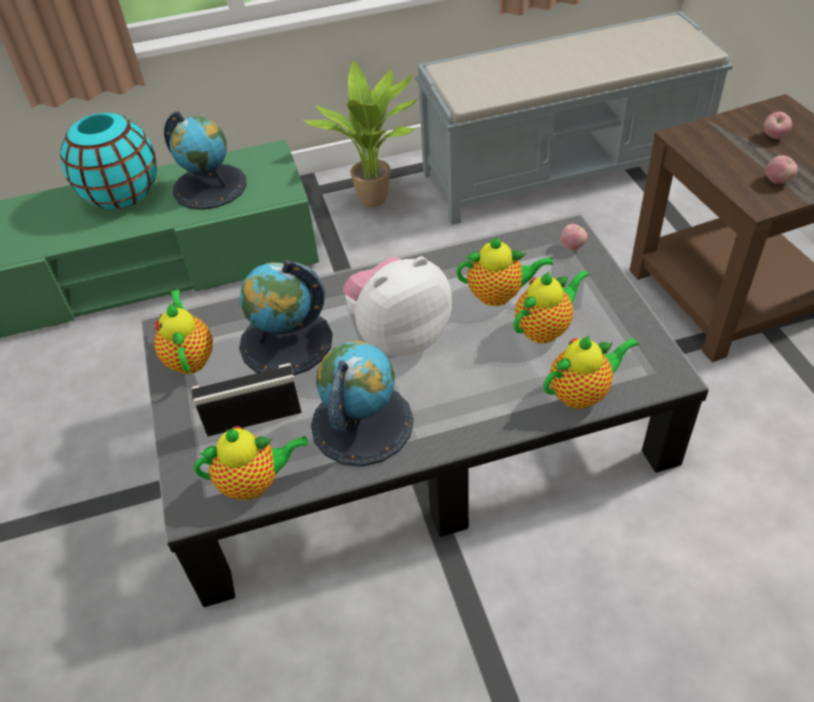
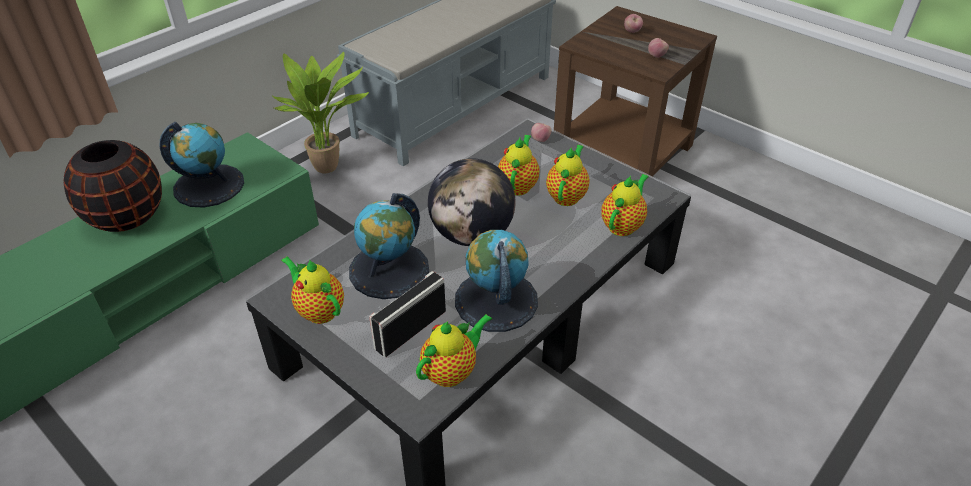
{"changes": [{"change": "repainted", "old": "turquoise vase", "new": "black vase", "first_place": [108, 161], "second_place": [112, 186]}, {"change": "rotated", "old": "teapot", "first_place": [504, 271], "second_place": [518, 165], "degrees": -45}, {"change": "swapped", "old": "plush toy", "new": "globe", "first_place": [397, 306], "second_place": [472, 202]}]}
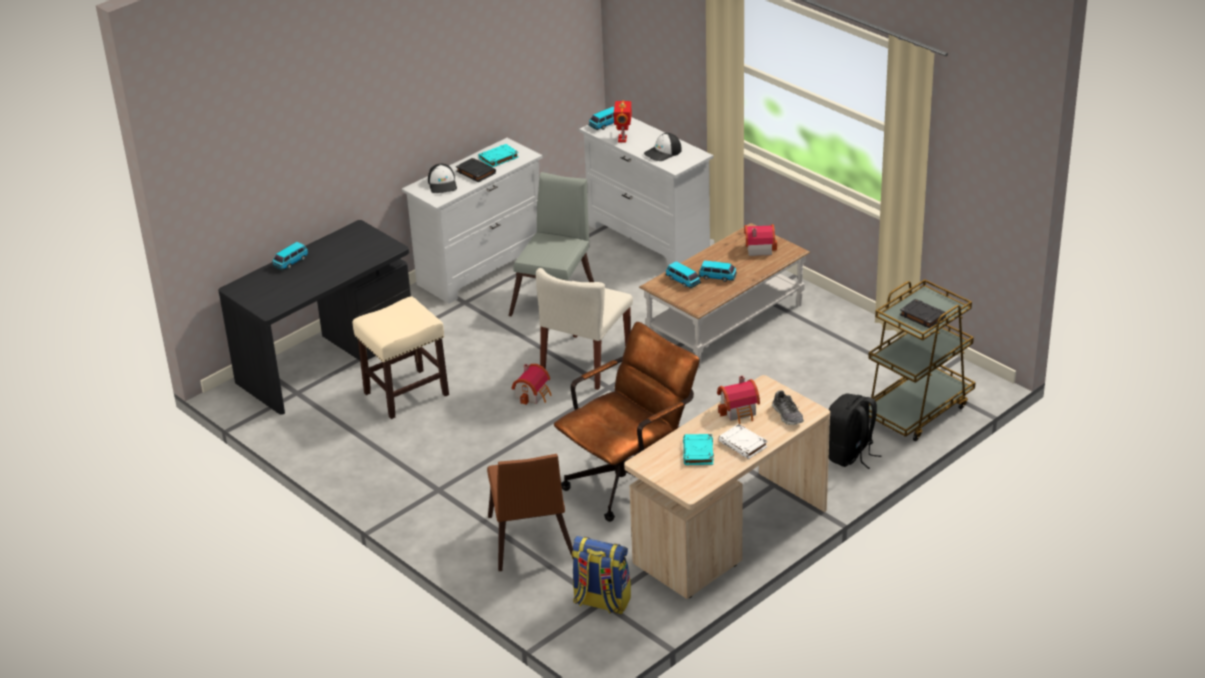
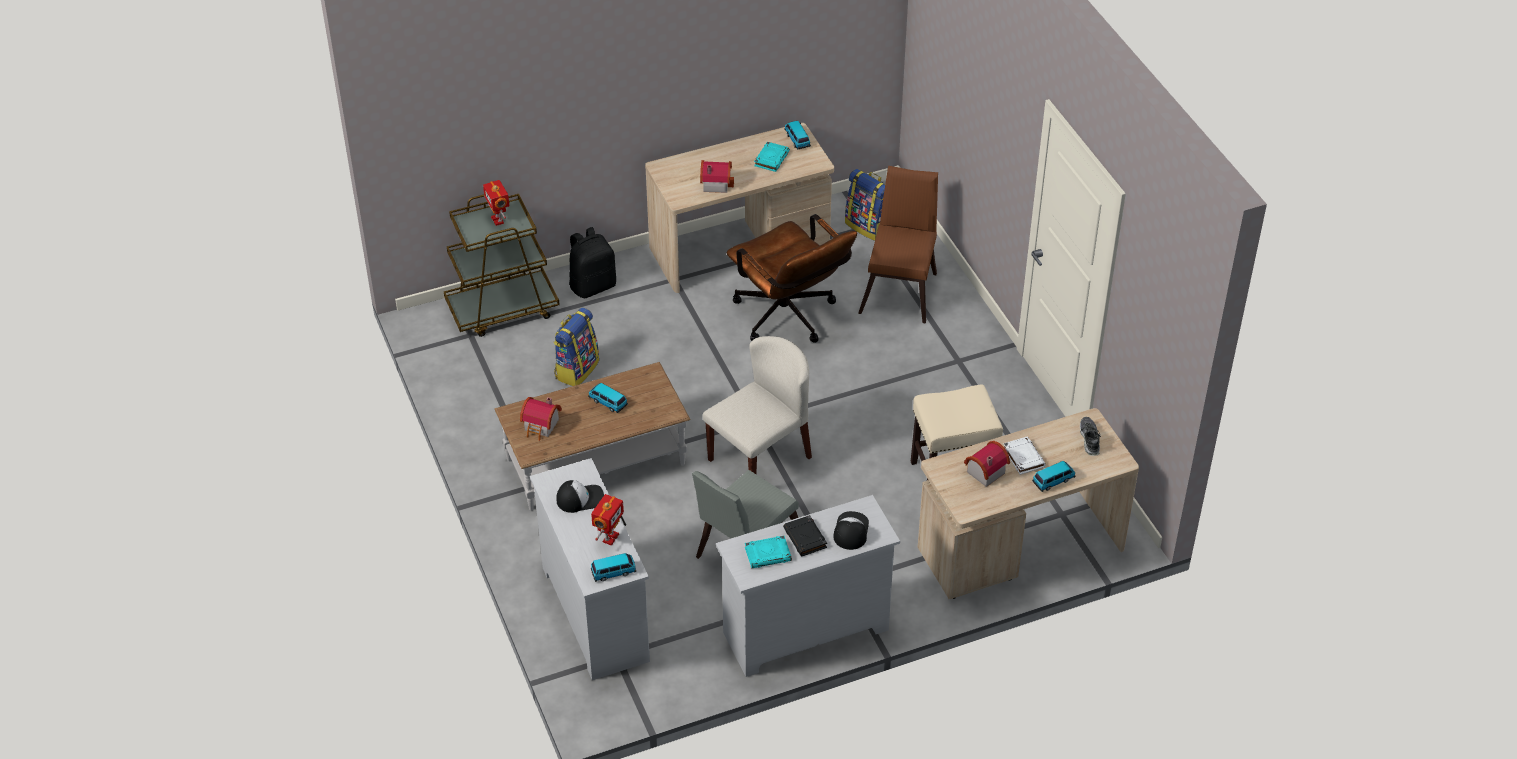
{"changes": [{"change": "repainted", "old": "black desk", "new": "beige desk", "first_place": [314, 317], "second_place": [1028, 503]}, {"change": "shifted", "old": "toy car", "first_place": [683, 275], "second_place": [797, 135]}, {"change": "swapped", "old": "black book", "new": "toy robot", "first_place": [923, 313], "second_place": [496, 203]}, {"change": "rotated", "old": "brown office chair", "first_place": [627, 422], "second_place": [792, 278], "degrees": -105}, {"change": "shifted", "old": "toy house", "first_place": [532, 384], "second_place": [987, 464]}, {"change": "shifted", "old": "shoe", "first_place": [788, 407], "second_place": [1090, 436]}, {"change": "shifted", "old": "white book", "first_place": [743, 441], "second_place": [1024, 455]}, {"change": "new", "new": "backpack", "second_place": [576, 347]}]}
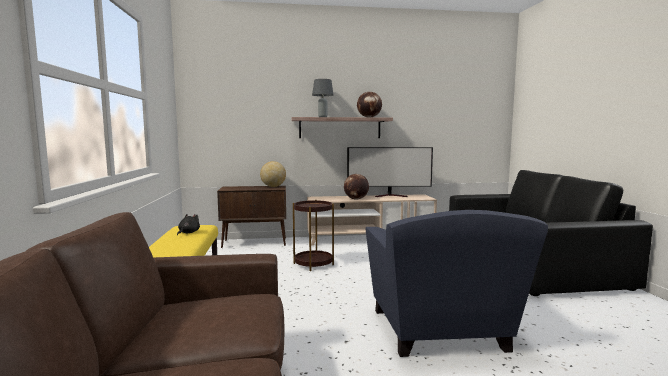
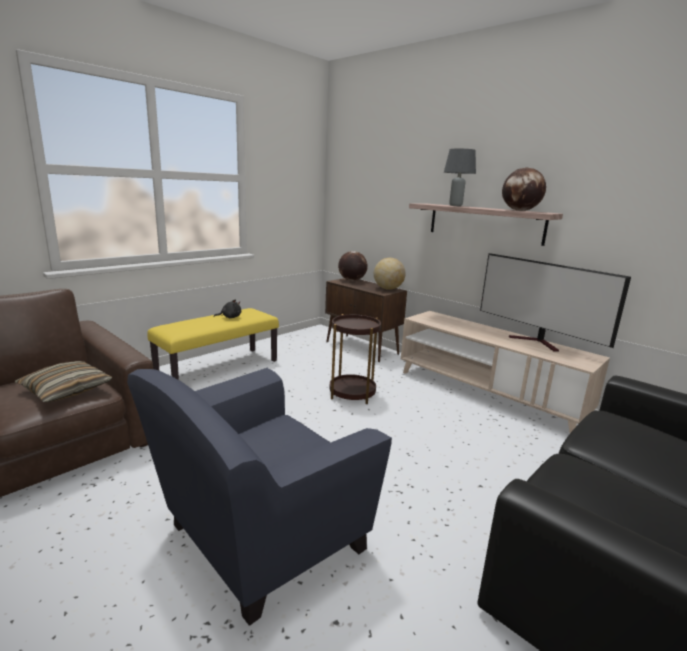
{"changes": [{"change": "shifted", "old": "globe", "first_place": [356, 187], "second_place": [353, 266]}, {"change": "new", "new": "pillow", "second_place": [63, 382]}]}
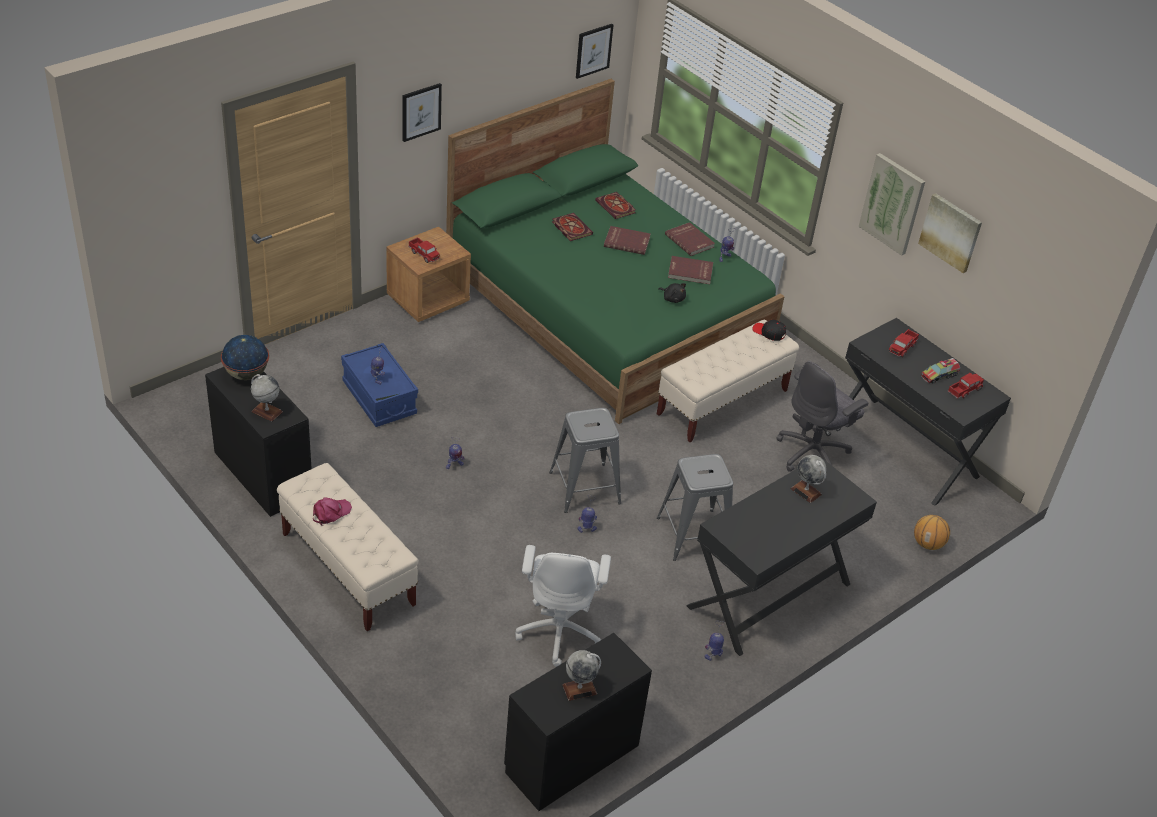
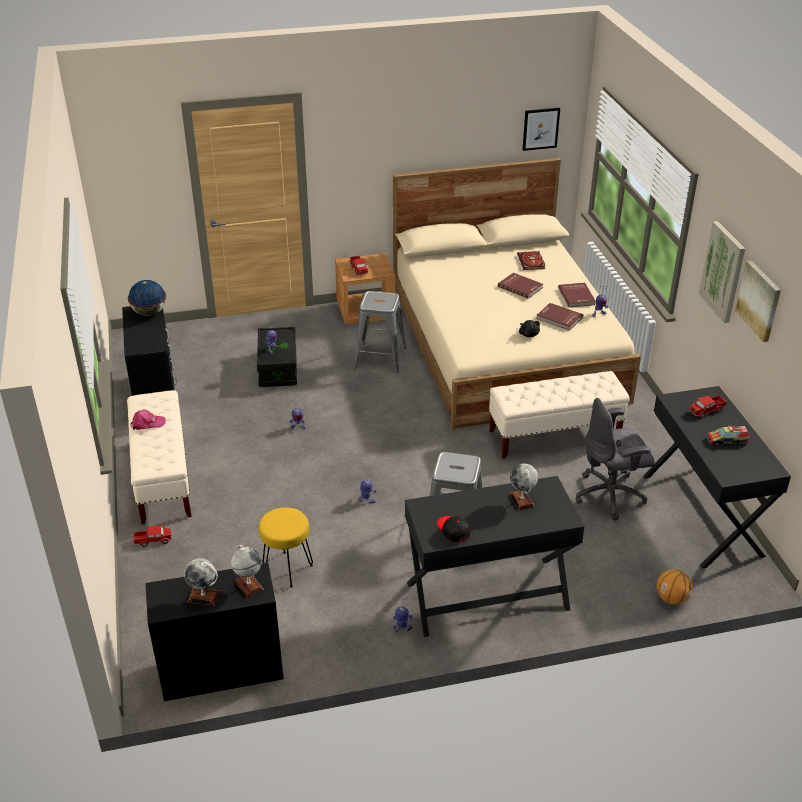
{"changes": [{"change": "repainted", "old": "green bed", "new": "beige bed", "first_place": [615, 251], "second_place": [517, 294]}, {"change": "gone", "old": "picture", "first_place": [422, 112]}, {"change": "gone", "old": "book", "first_place": [572, 227]}, {"change": "shifted", "old": "black cap", "first_place": [769, 330], "second_place": [453, 529]}, {"change": "repainted", "old": "blue storage box", "new": "black storage box", "first_place": [379, 385], "second_place": [277, 357]}, {"change": "shifted", "old": "toy truck", "first_place": [966, 386], "second_place": [152, 536]}, {"change": "shifted", "old": "globe", "first_place": [267, 398], "second_place": [247, 571]}, {"change": "shifted", "old": "grey stool", "first_place": [585, 460], "second_place": [380, 332]}, {"change": "swapped", "old": "white office chair", "new": "yellow stool", "first_place": [563, 606], "second_place": [286, 547]}]}
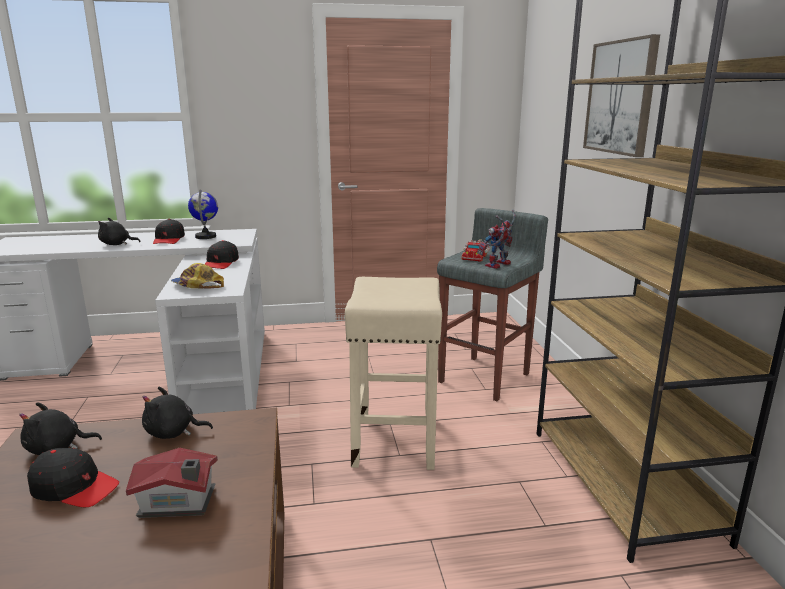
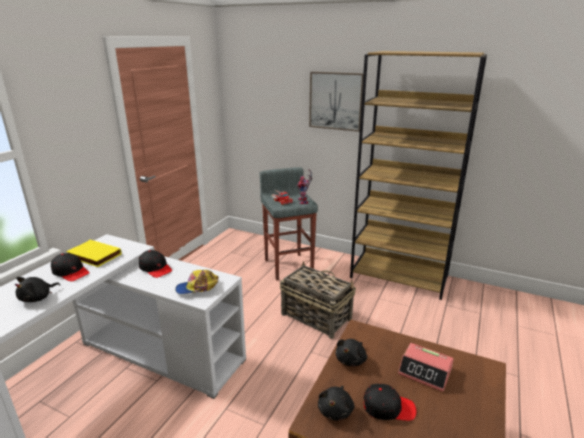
{"changes": [{"change": "swapped", "old": "globe", "new": "yellow book", "first_place": [203, 214], "second_place": [93, 253]}, {"change": "swapped", "old": "beige stool", "new": "basket", "first_place": [393, 373], "second_place": [318, 300]}, {"change": "rotated", "old": "black cap", "first_place": [73, 477], "second_place": [390, 402], "degrees": 45}, {"change": "swapped", "old": "toy house", "new": "alarm clock", "first_place": [172, 483], "second_place": [426, 367]}]}
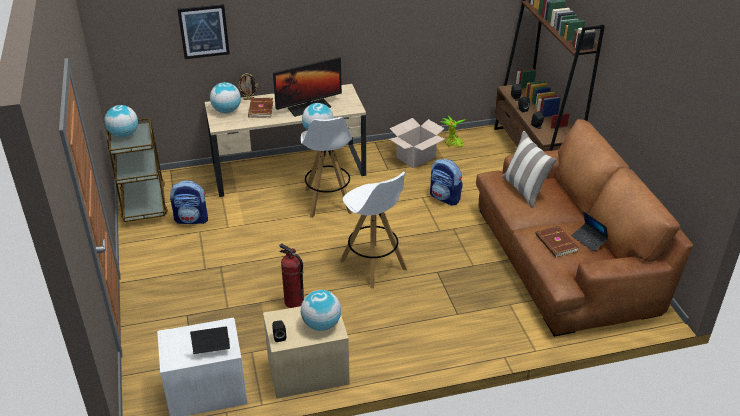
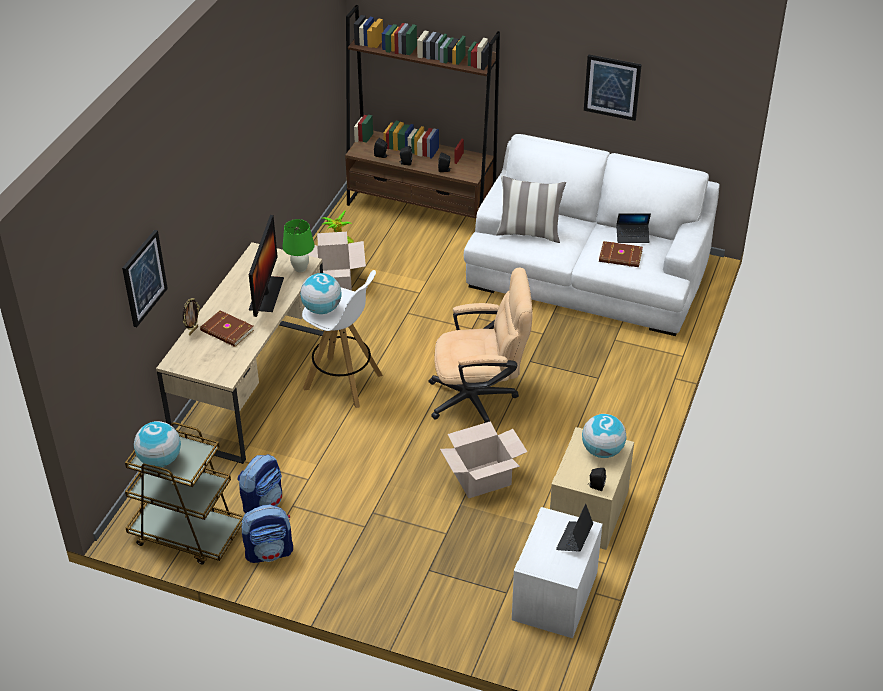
{"changes": [{"change": "gone", "old": "globe", "first_place": [225, 97]}, {"change": "repainted", "old": "brown sofa", "new": "white sofa", "first_place": [584, 228], "second_place": [592, 235]}, {"change": "shifted", "old": "backpack", "first_place": [446, 182], "second_place": [267, 534]}, {"change": "swapped", "old": "white stool", "new": "beige office chair", "first_place": [373, 230], "second_place": [480, 345]}, {"change": "swapped", "old": "fire extinguisher", "new": "cardboard box", "first_place": [291, 275], "second_place": [483, 459]}, {"change": "new", "new": "picture", "second_place": [613, 87]}, {"change": "new", "new": "green table lamp", "second_place": [298, 245]}]}
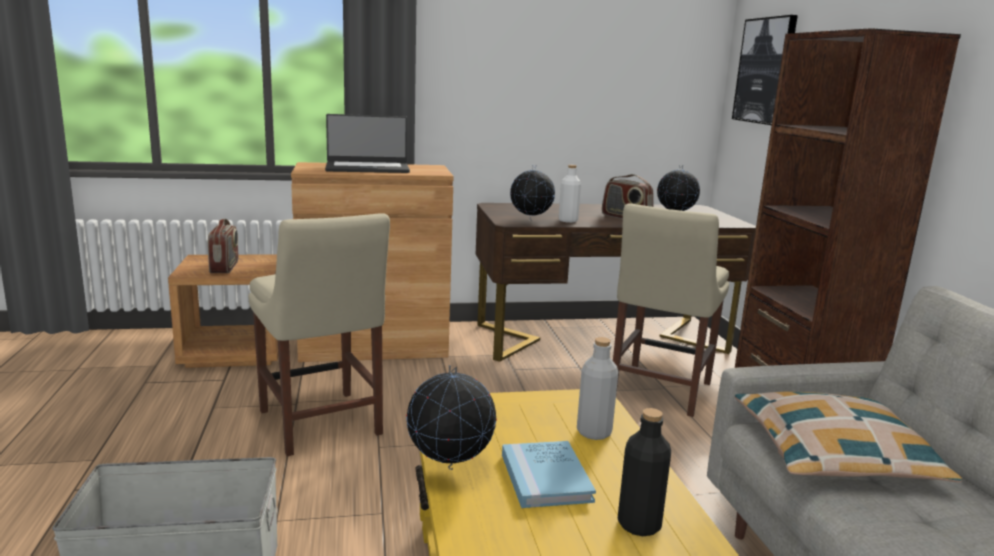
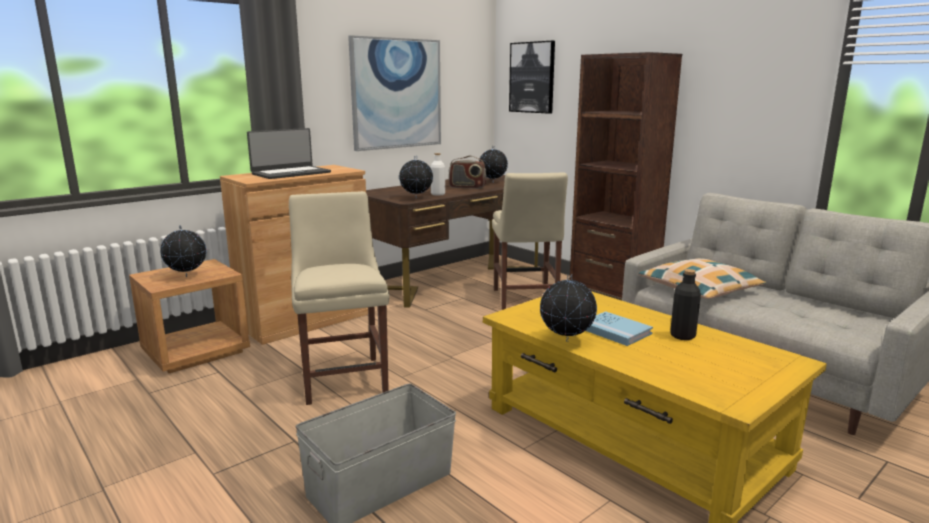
{"changes": [{"change": "rotated", "old": "beige chair", "first_place": [319, 334], "second_place": [339, 298], "degrees": -135}, {"change": "swapped", "old": "radio", "new": "globe", "first_place": [223, 246], "second_place": [183, 251]}, {"change": "gone", "old": "grey bottle", "first_place": [597, 388]}, {"change": "new", "new": "picture", "second_place": [394, 93]}]}
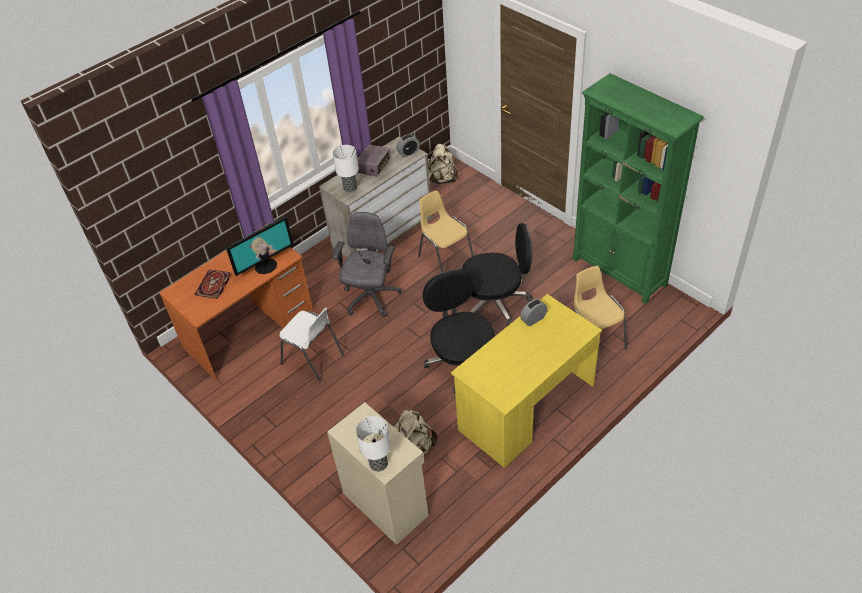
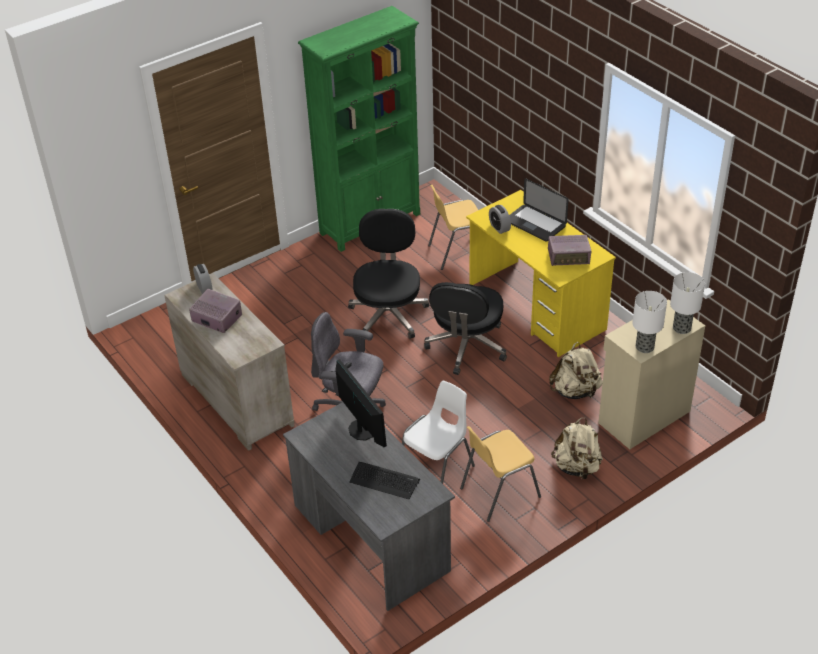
{"changes": [{"change": "shifted", "old": "beige backpack", "first_place": [443, 164], "second_place": [577, 448]}, {"change": "shifted", "old": "table lamp", "first_place": [346, 169], "second_place": [649, 322]}, {"change": "shifted", "old": "yellow chair", "first_place": [446, 232], "second_place": [500, 474]}, {"change": "repainted", "old": "orange desk", "new": "grey desk", "first_place": [236, 303], "second_place": [369, 506]}, {"change": "swapped", "old": "book", "new": "keyboard", "first_place": [213, 284], "second_place": [384, 481]}, {"change": "rotated", "old": "black office chair", "first_place": [459, 331], "second_place": [465, 328], "degrees": -60}, {"change": "new", "new": "laptop", "second_place": [538, 210]}, {"change": "new", "new": "radio", "second_place": [569, 250]}]}
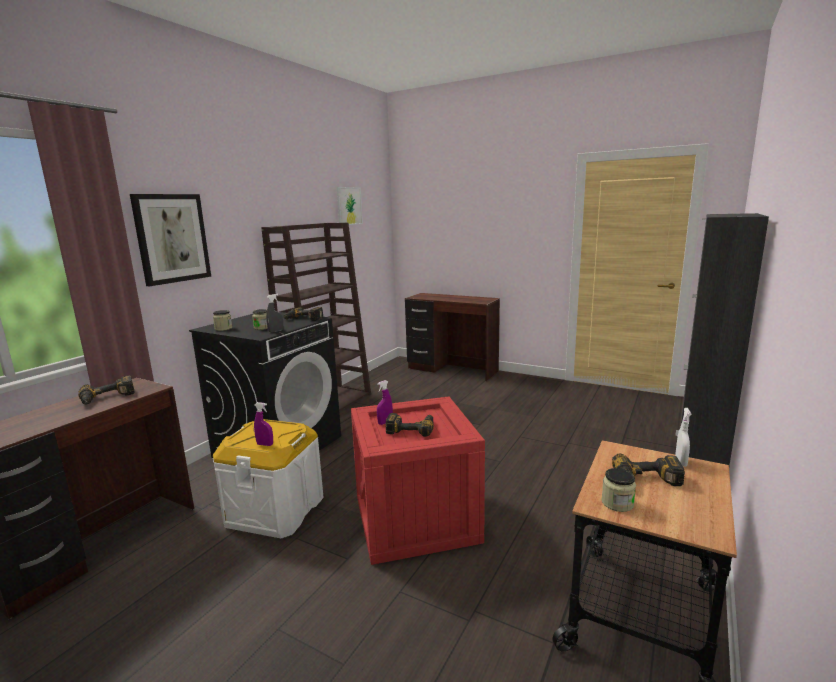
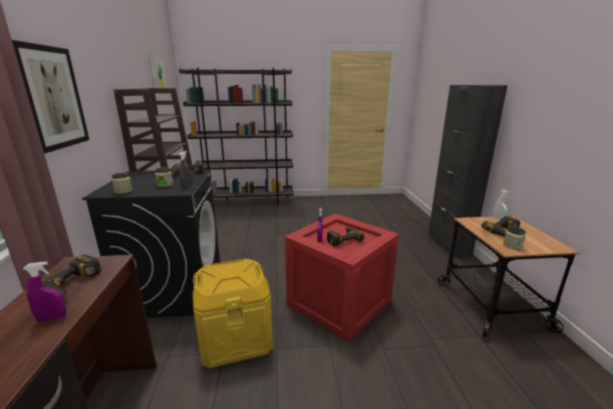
{"changes": [{"change": "swapped", "old": "brown desk", "new": "black bookcase", "first_place": [452, 337], "second_place": [236, 137]}, {"change": "shifted", "old": "purple spray bottle", "first_place": [263, 424], "second_place": [44, 292]}, {"change": "repainted", "old": "white storage box", "new": "yellow storage box", "first_place": [268, 478], "second_place": [233, 313]}]}
